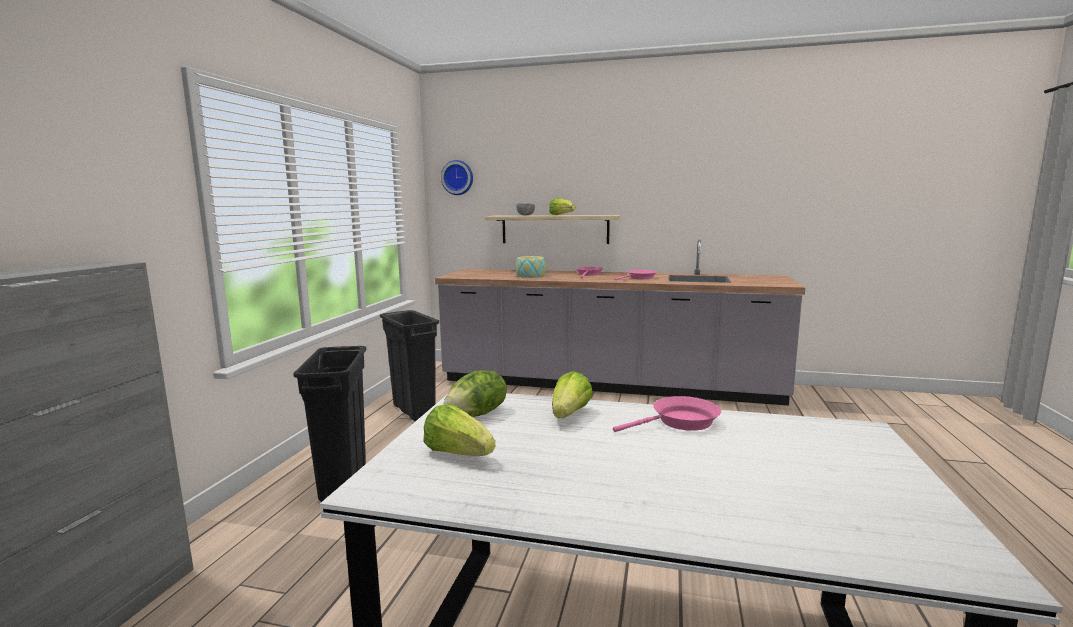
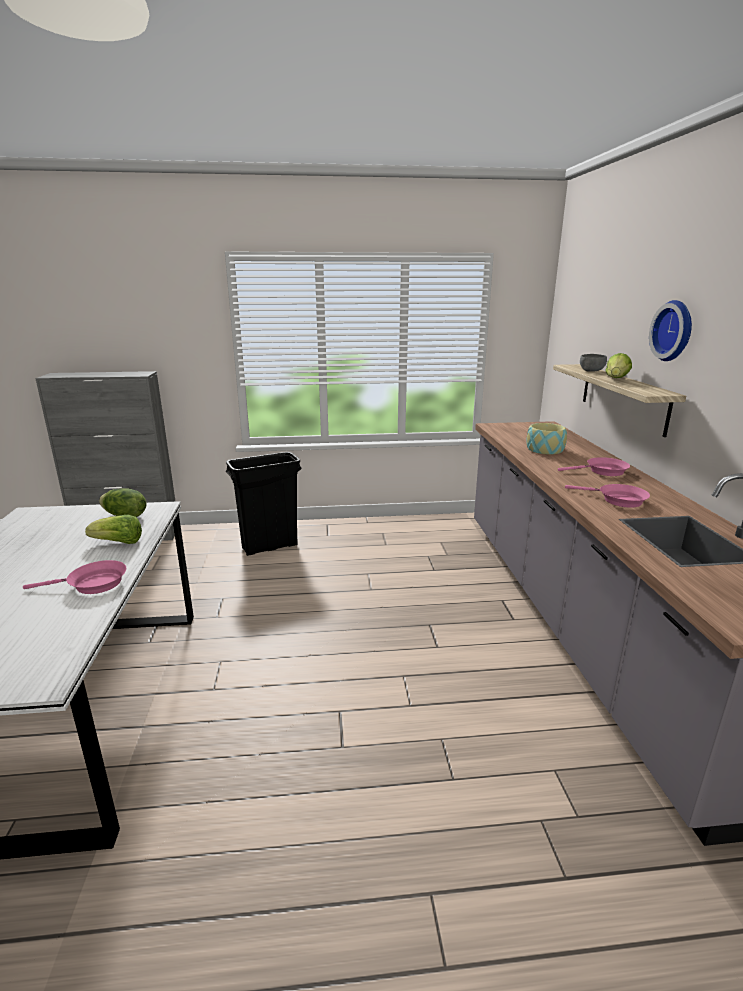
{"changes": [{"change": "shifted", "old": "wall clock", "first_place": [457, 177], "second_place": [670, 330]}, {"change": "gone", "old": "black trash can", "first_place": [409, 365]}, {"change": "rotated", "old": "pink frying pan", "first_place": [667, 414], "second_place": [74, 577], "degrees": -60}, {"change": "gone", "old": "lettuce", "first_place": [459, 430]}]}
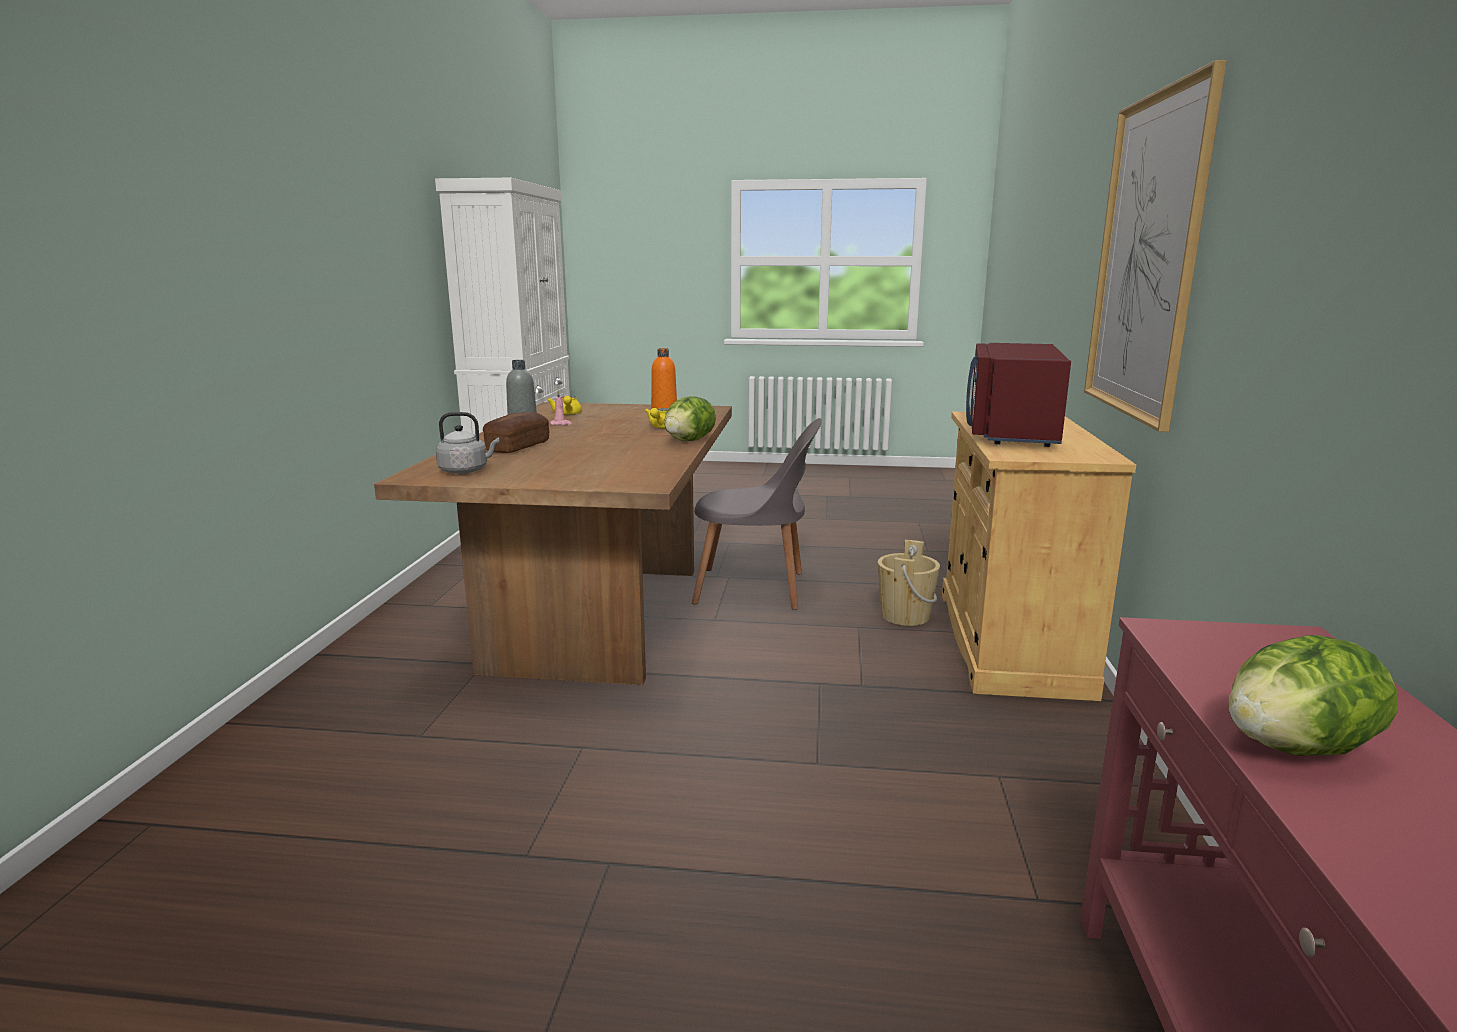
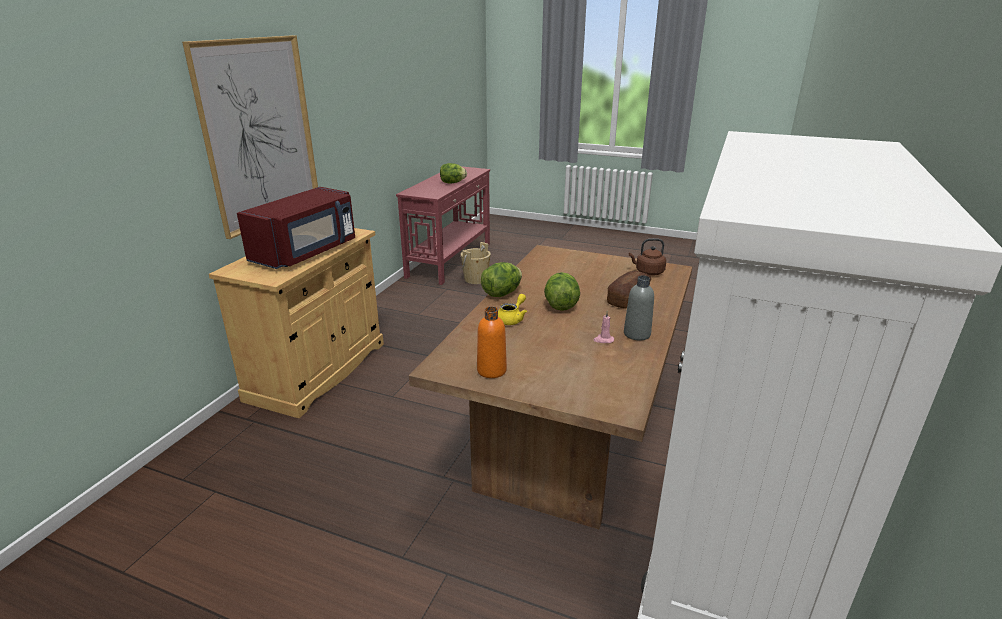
{"changes": [{"change": "gone", "old": "yellow teapot", "first_place": [564, 405]}, {"change": "repainted", "old": "grey kettle", "new": "brown kettle", "first_place": [467, 443], "second_place": [647, 256]}, {"change": "gone", "old": "grey chair", "first_place": [757, 514]}, {"change": "shifted", "old": "beige bucket", "first_place": [909, 583], "second_place": [476, 263]}, {"change": "new", "new": "lettuce", "second_place": [562, 291]}]}
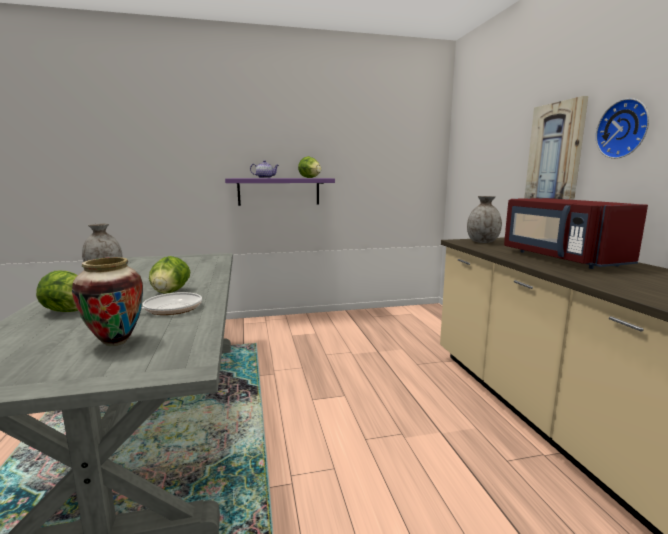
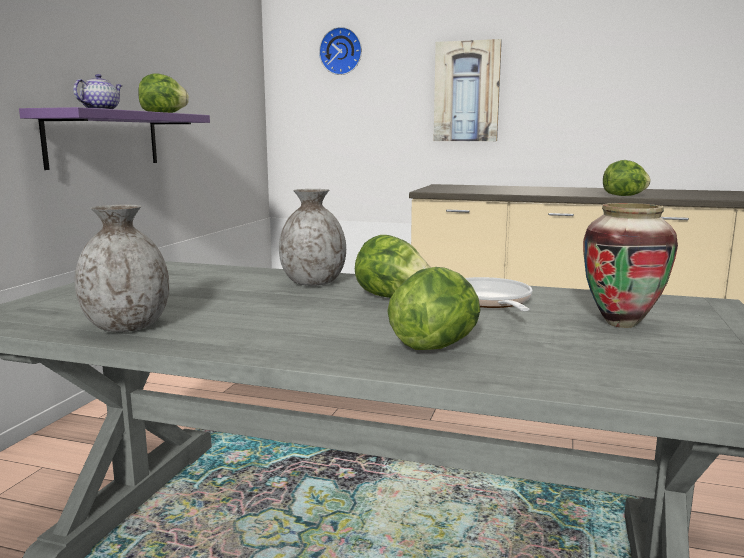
{"changes": [{"change": "shifted", "old": "wall clock", "first_place": [622, 128], "second_place": [340, 51]}, {"change": "shifted", "old": "grey vase", "first_place": [484, 219], "second_place": [312, 237]}, {"change": "gone", "old": "red microwave", "first_place": [576, 233]}, {"change": "new", "new": "lettuce", "second_place": [626, 178]}]}
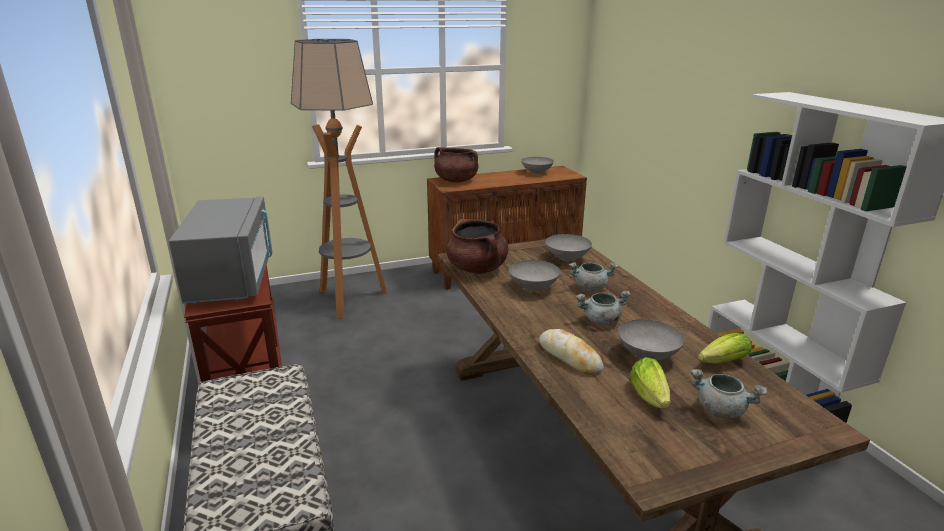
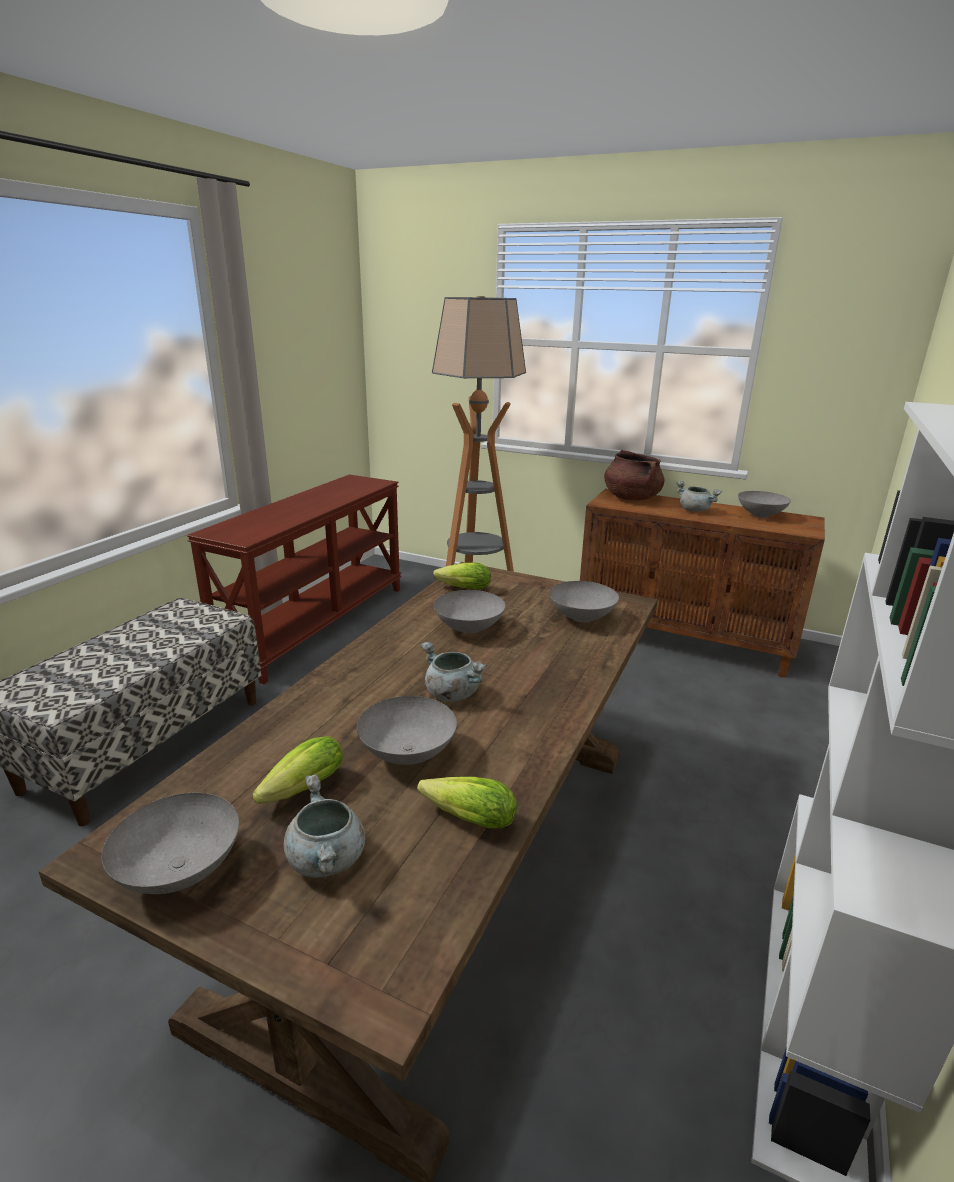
{"changes": [{"change": "gone", "old": "grey microwave", "first_place": [221, 250]}, {"change": "swapped", "old": "brown cooking pot", "new": "lettuce", "first_place": [477, 246], "second_place": [462, 575]}, {"change": "shifted", "old": "grey cooking pot", "first_place": [593, 276], "second_place": [699, 496]}, {"change": "gone", "old": "bread", "first_place": [571, 351]}, {"change": "new", "new": "grey bowl", "second_place": [170, 843]}]}
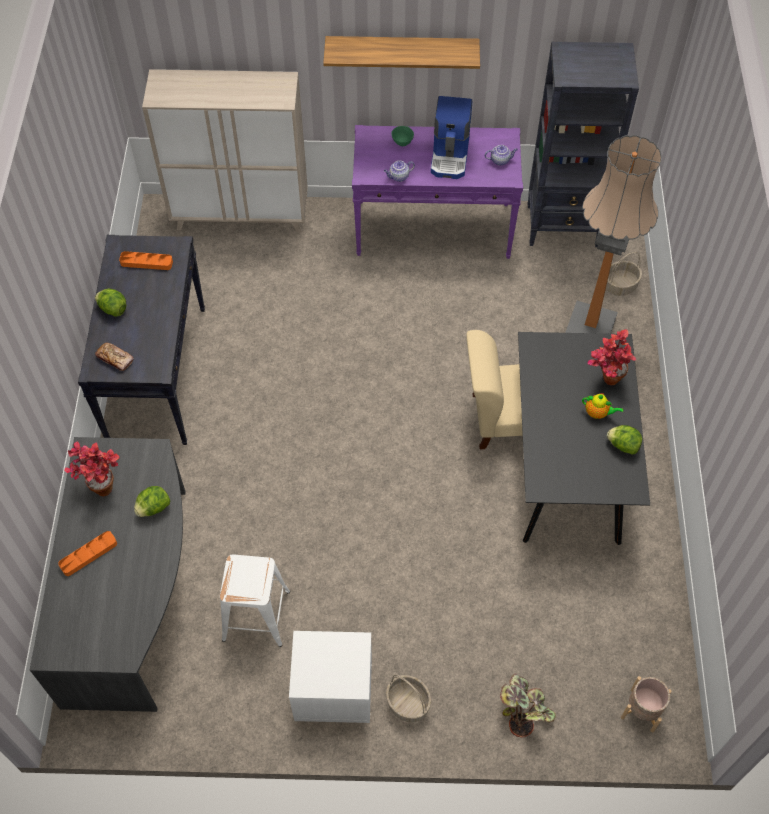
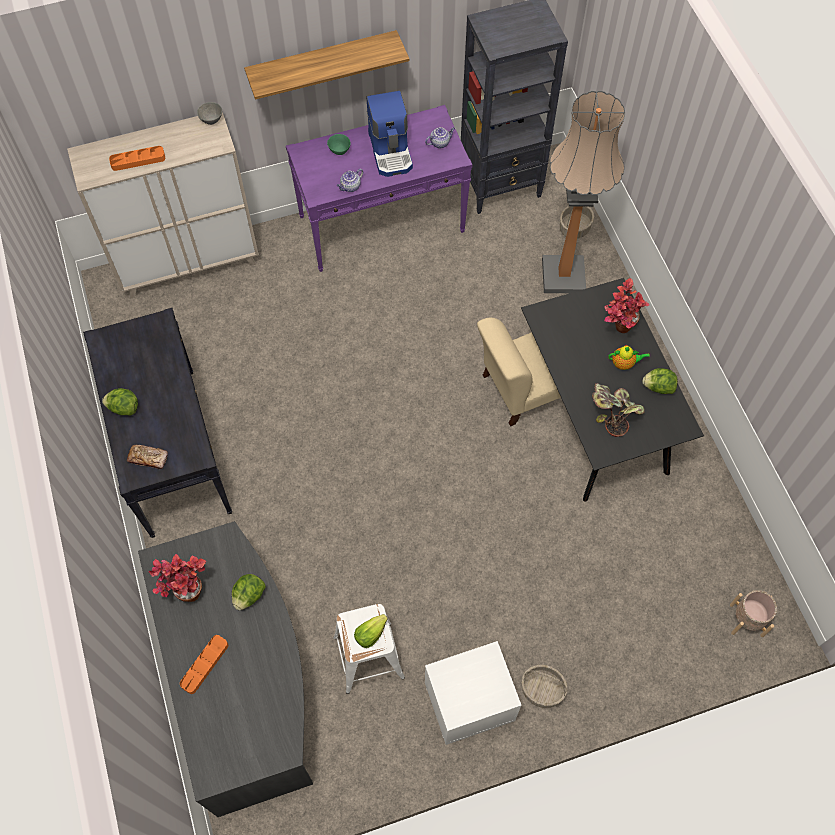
{"changes": [{"change": "shifted", "old": "orange tray", "first_place": [146, 260], "second_place": [137, 158]}, {"change": "shifted", "old": "potted plant", "first_place": [528, 706], "second_place": [618, 410]}, {"change": "new", "new": "grey bowl", "second_place": [209, 113]}, {"change": "new", "new": "lettuce", "second_place": [371, 631]}]}
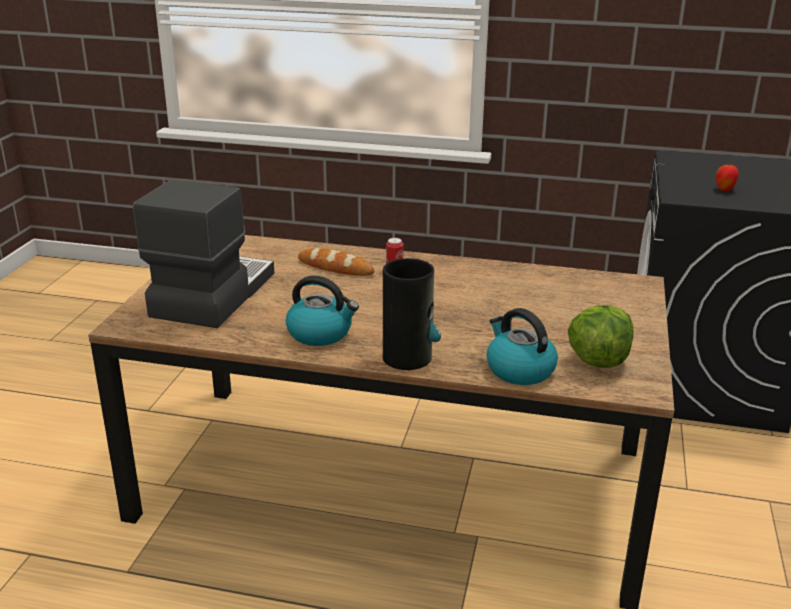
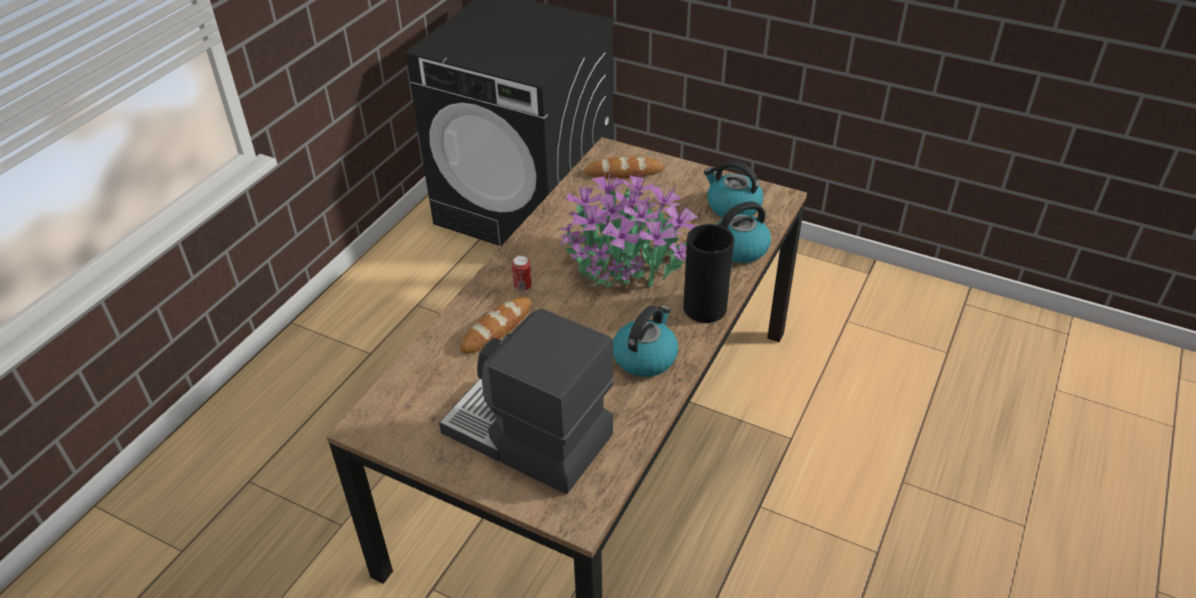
{"changes": [{"change": "gone", "old": "apple", "first_place": [727, 177]}, {"change": "swapped", "old": "lettuce", "new": "kettle", "first_place": [601, 336], "second_place": [733, 189]}, {"change": "new", "new": "bread", "second_place": [624, 167]}, {"change": "new", "new": "potted plant", "second_place": [629, 229]}]}
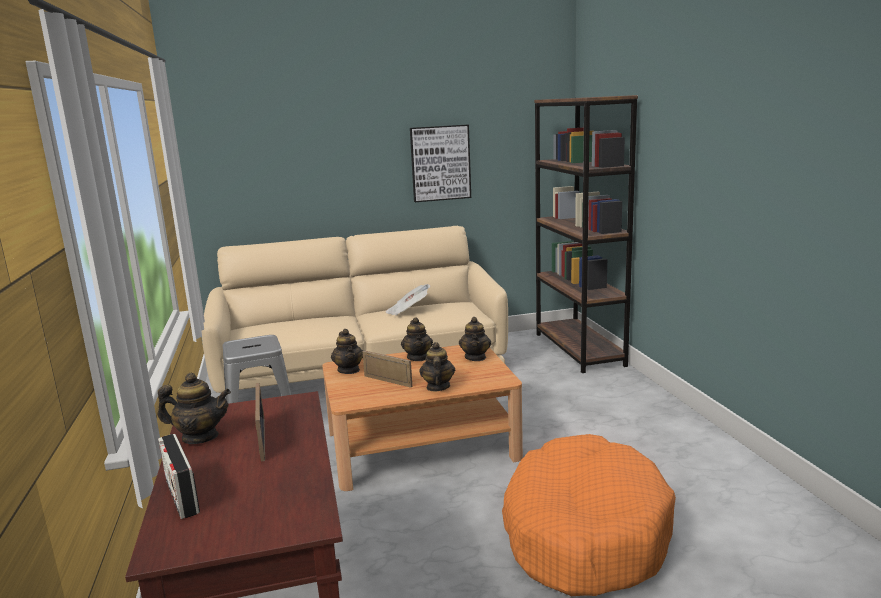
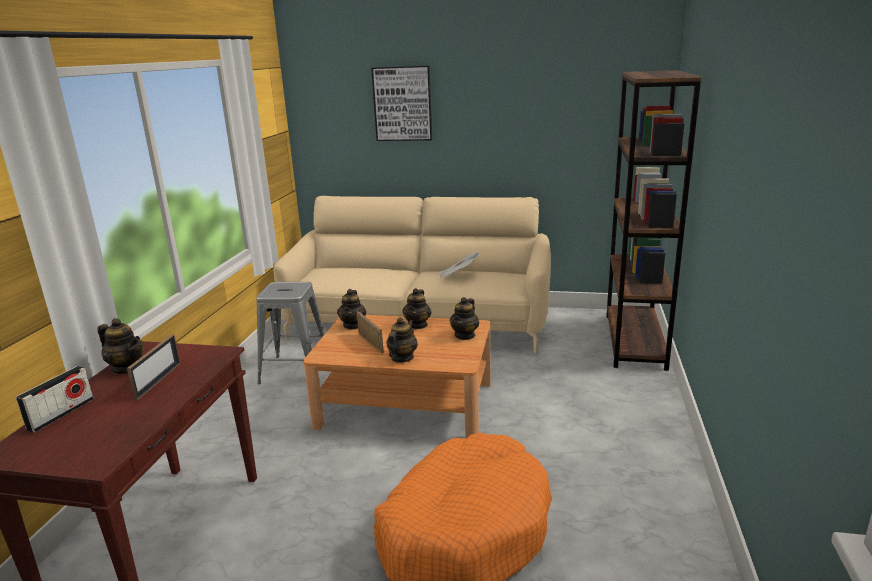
{"changes": [{"change": "shifted", "old": "picture", "first_place": [440, 163], "second_place": [401, 103]}, {"change": "rotated", "old": "radio", "first_place": [179, 476], "second_place": [55, 399], "degrees": -150}]}
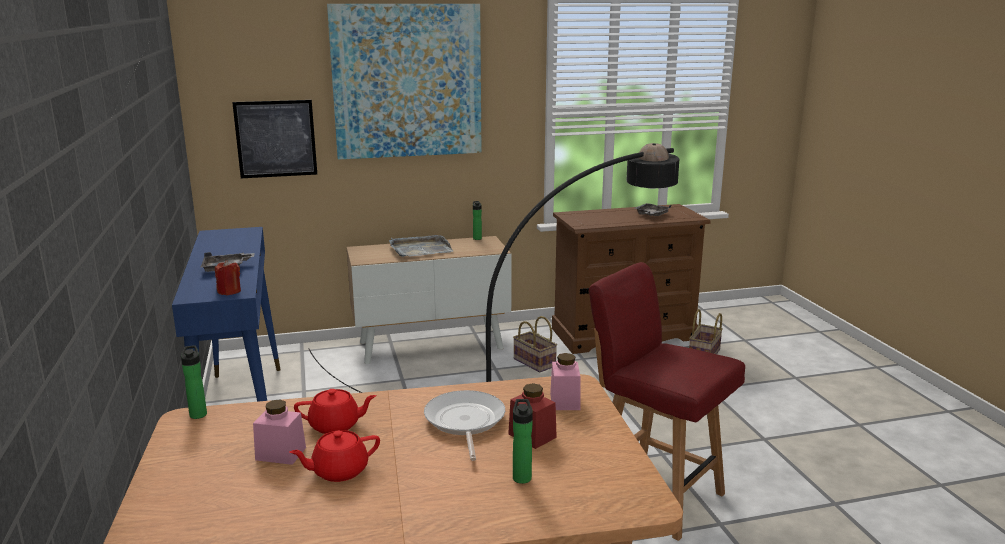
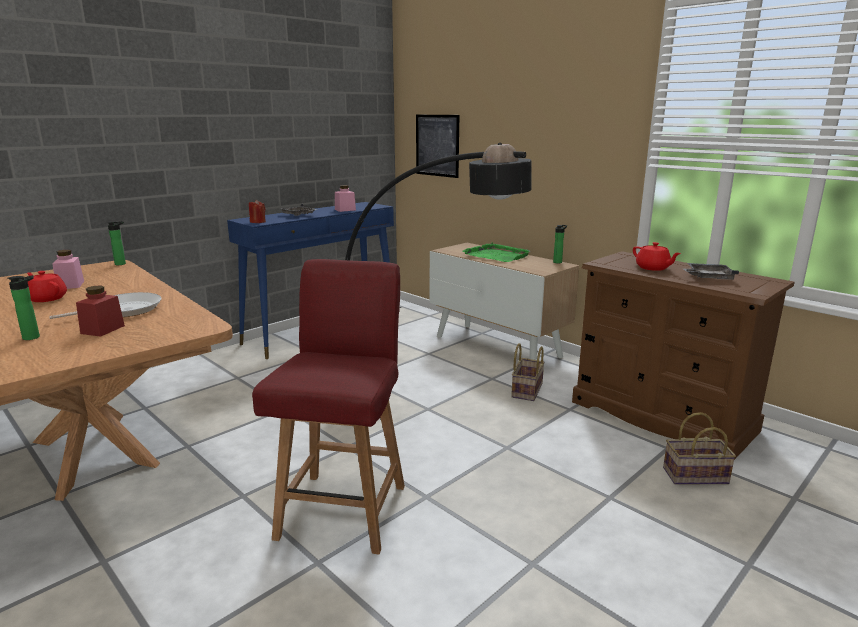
{"changes": [{"change": "gone", "old": "picture", "first_place": [404, 82]}, {"change": "repainted", "old": "grey tray", "new": "green tray", "first_place": [421, 246], "second_place": [496, 252]}, {"change": "shifted", "old": "pink jar", "first_place": [565, 381], "second_place": [345, 198]}, {"change": "shifted", "old": "red teapot", "first_place": [335, 411], "second_place": [657, 256]}]}
